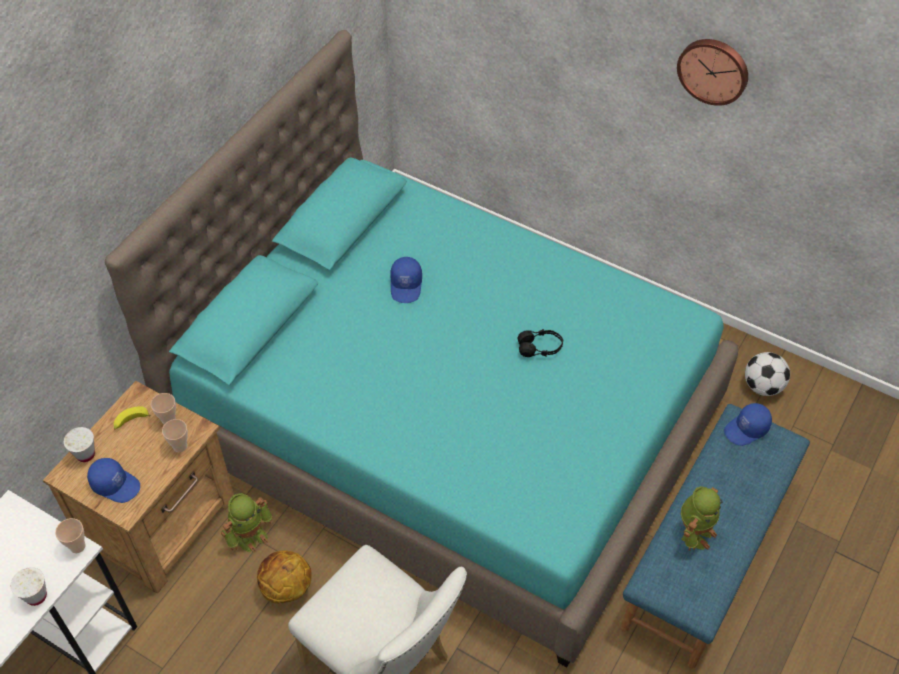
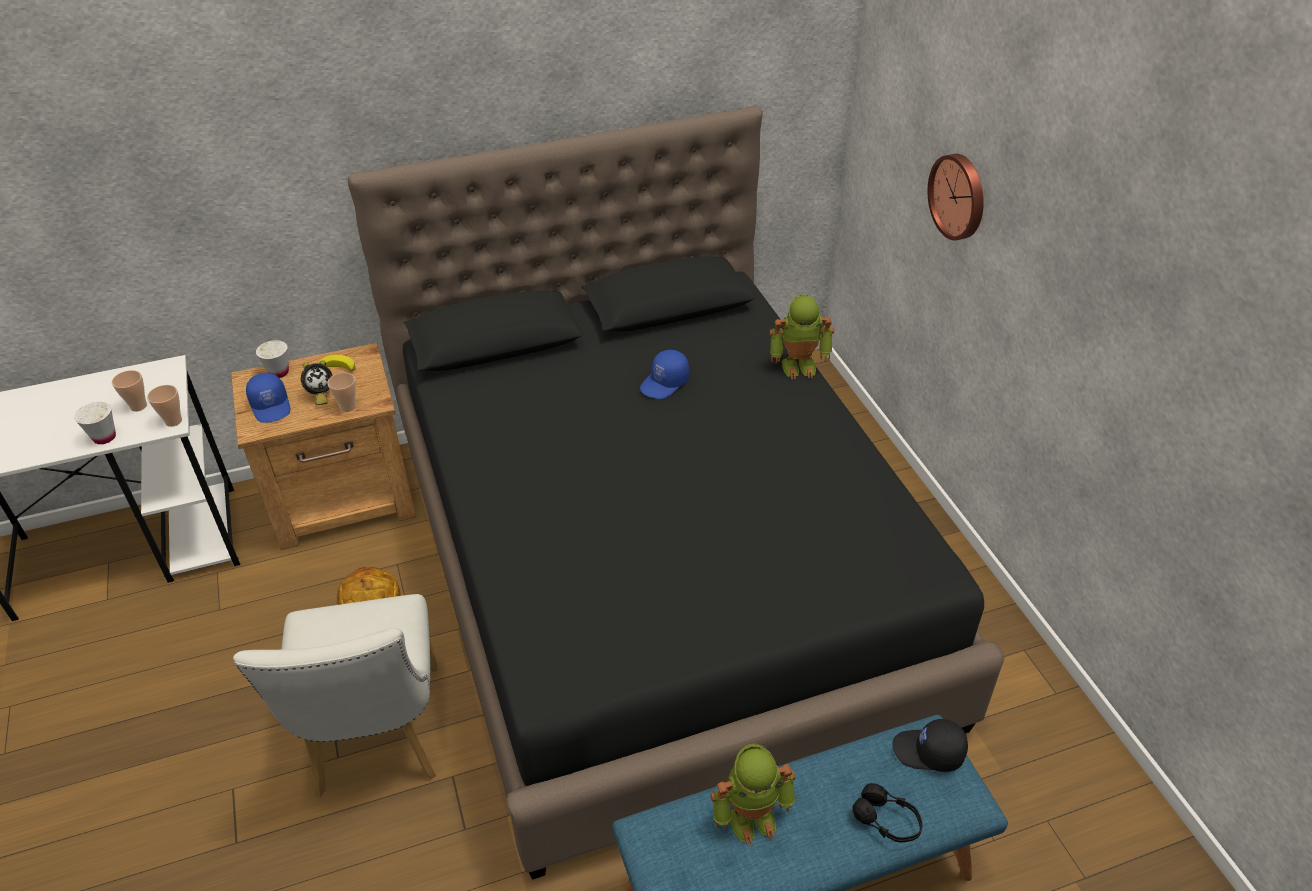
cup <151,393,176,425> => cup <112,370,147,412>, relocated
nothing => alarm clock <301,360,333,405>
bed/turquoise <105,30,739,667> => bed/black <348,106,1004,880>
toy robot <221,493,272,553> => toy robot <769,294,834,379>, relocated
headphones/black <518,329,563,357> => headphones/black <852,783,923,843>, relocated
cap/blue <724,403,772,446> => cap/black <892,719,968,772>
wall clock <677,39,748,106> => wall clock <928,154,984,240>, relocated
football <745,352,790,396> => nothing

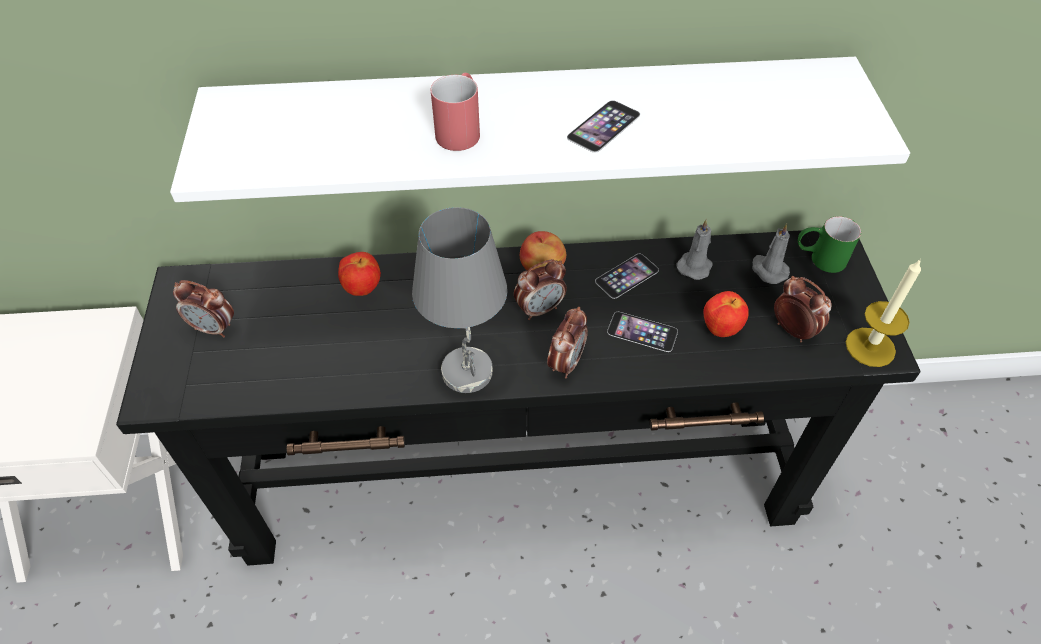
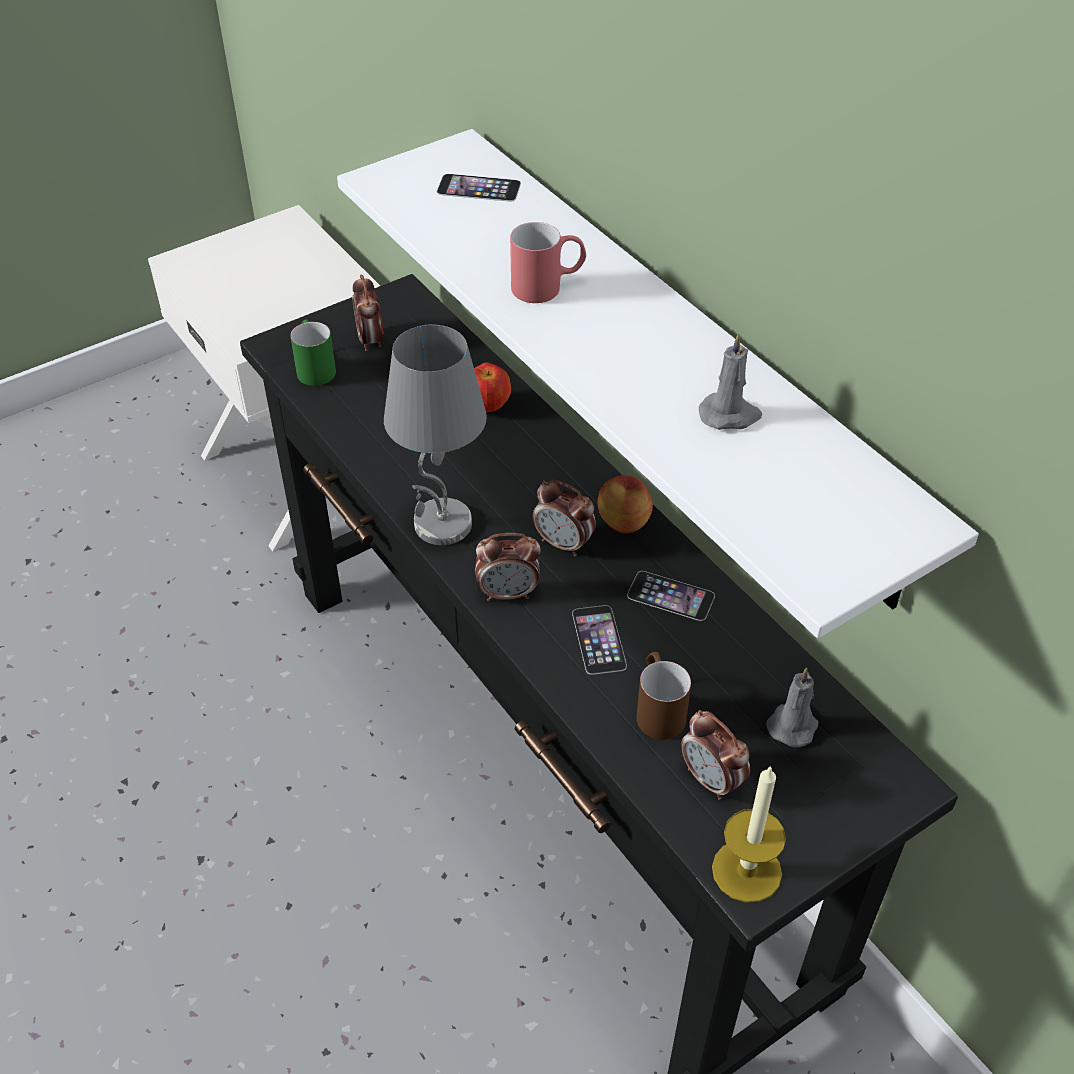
mug/green <798,216,861,273> => mug/green <290,320,336,386>, relocated
phone <567,100,640,152> => phone <436,174,521,202>, relocated
apple <703,291,749,337> => mug/brown <637,652,691,740>
alarm clock <774,276,832,342> => alarm clock <681,710,750,800>, 120 degrees clockwise
candle/grey <676,219,713,280> => candle/grey <699,333,762,430>, relocated

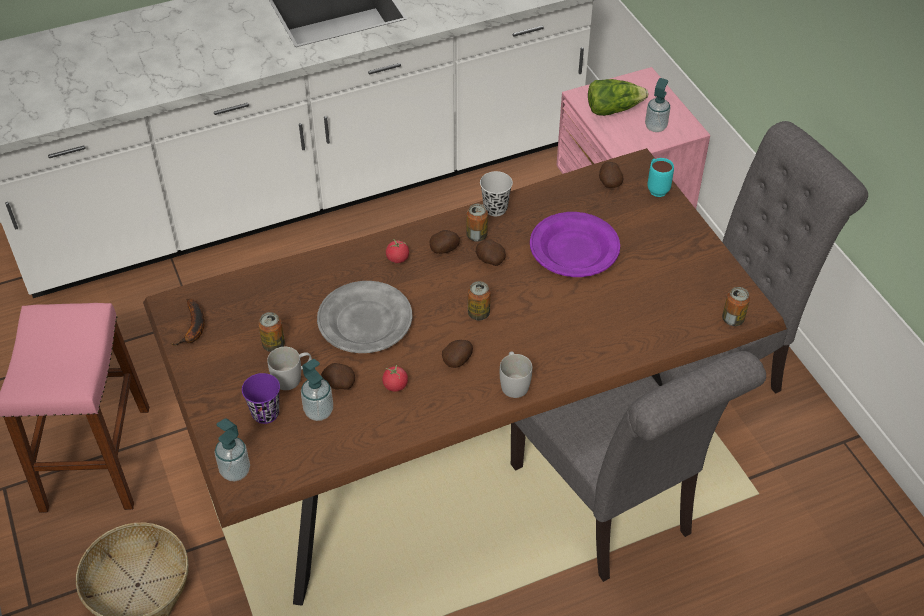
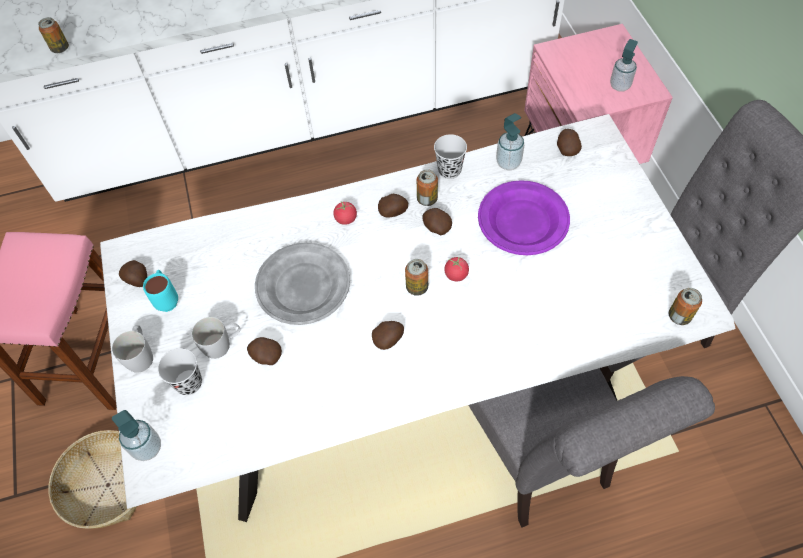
can <258,312,285,352> => can <38,17,69,53>, relocated
dining table/brown <143,148,787,606> => dining table/white <100,114,736,522>
mug/white <500,352,532,398> => mug/white <112,325,153,373>, relocated
banana <171,299,205,346> => potato <119,260,147,287>
mug/turquoise <647,158,674,197> => mug/turquoise <143,270,178,312>, relocated
cup/purple <242,373,280,424> => cup/black <158,348,202,395>
tomato <382,365,408,392> => tomato <444,257,469,281>, relocated
soap dispenser <301,359,333,421> => soap dispenser <496,113,524,170>, relocated
lettuce <588,79,648,116> => nothing

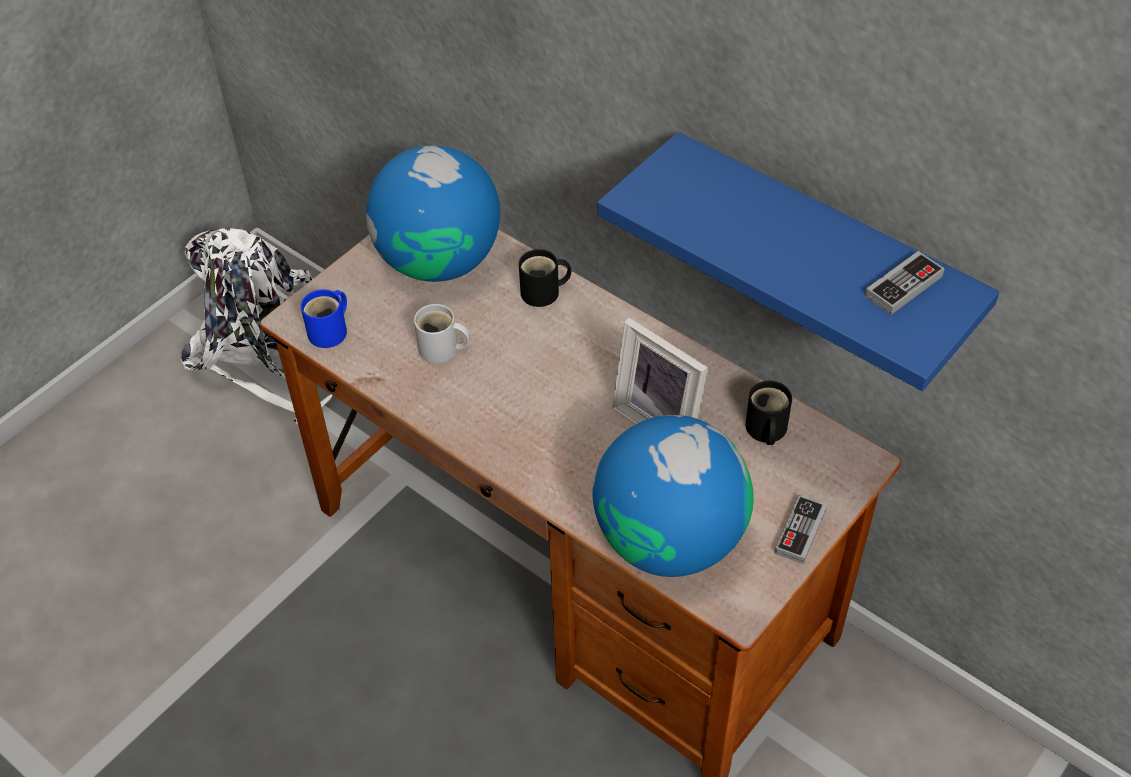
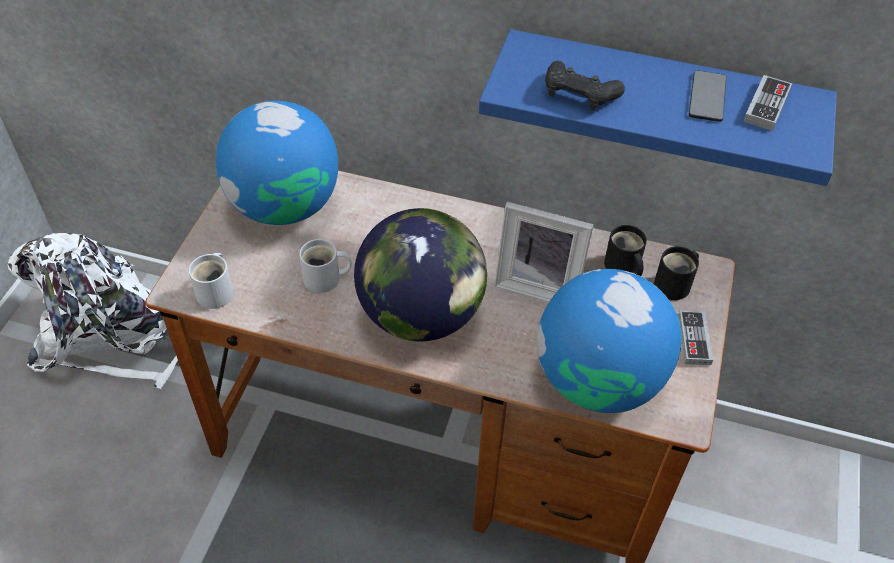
mug/blue <301,289,347,348> => mug/white <188,253,233,309>
nothing => globe <354,208,487,341>
nothing => game controller/black <545,61,625,110>
mug/black <519,249,571,307> => mug/black <654,246,699,300>, relocated
nothing => phone <689,70,727,122>

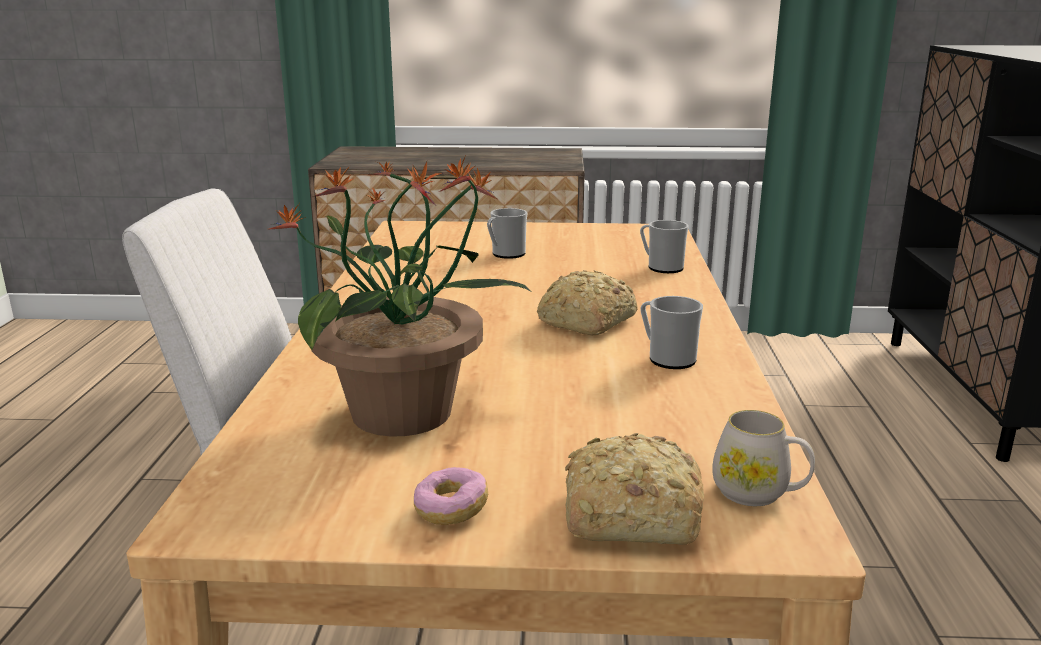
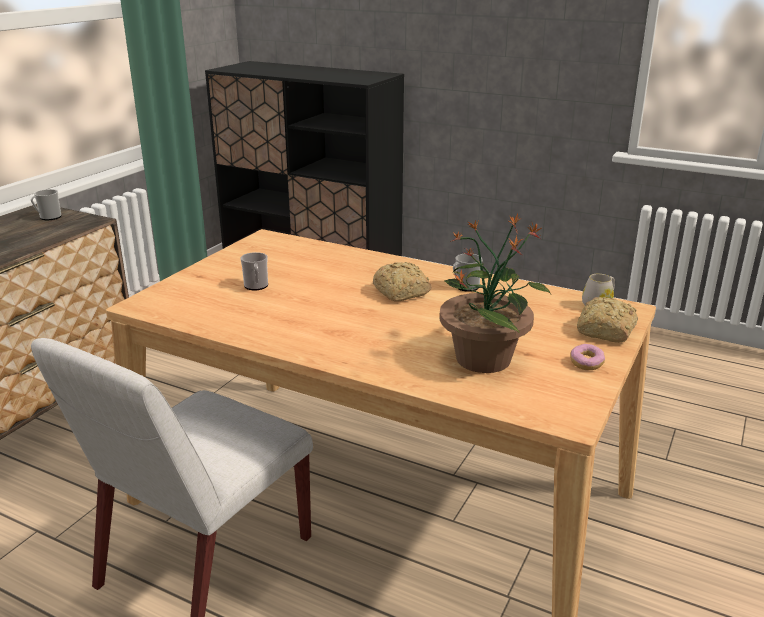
mug <640,220,689,273> => mug <31,189,62,220>, relocated

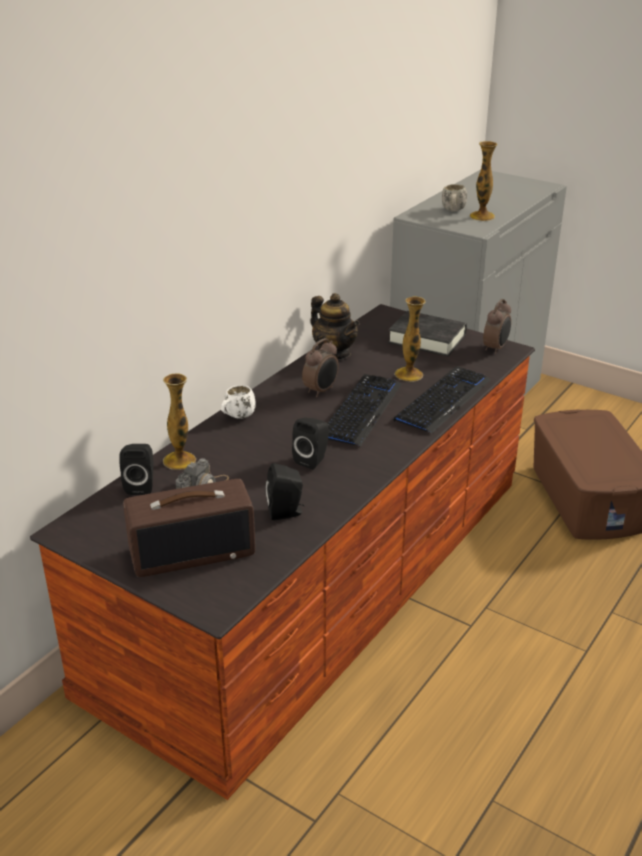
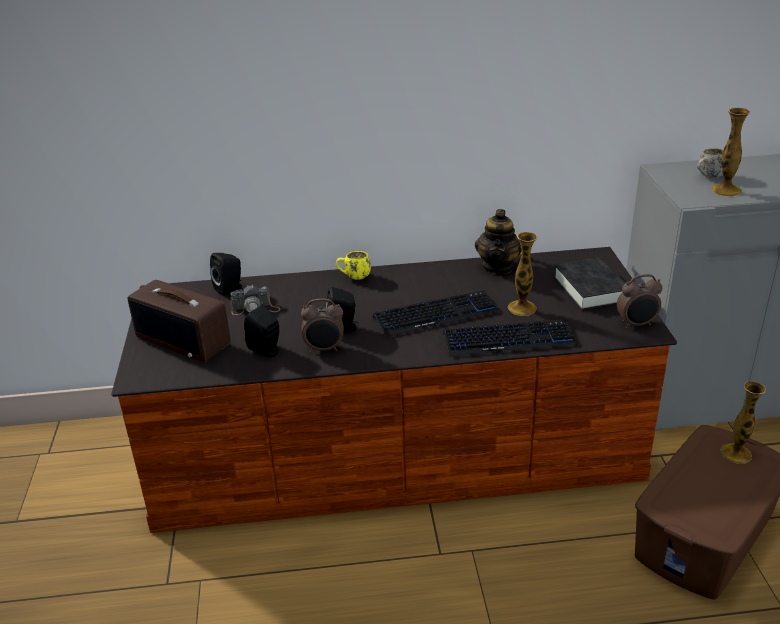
alarm clock <302,338,339,397> => alarm clock <301,299,344,353>, relocated
mug/white <221,385,256,419> => mug/yellow <336,251,371,280>
vase <163,373,196,470> => vase <721,381,766,464>, relocated

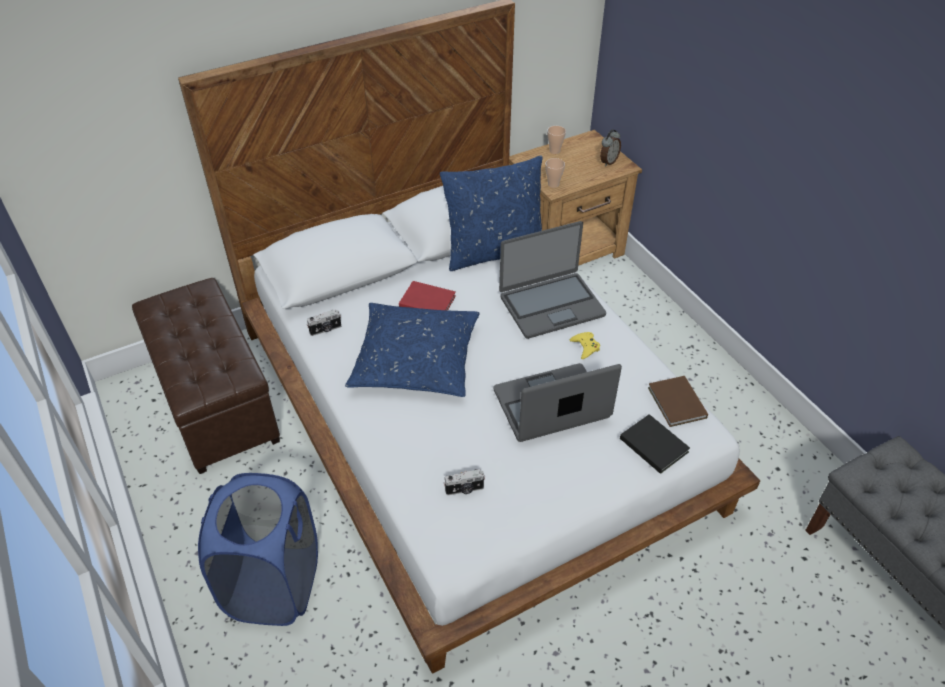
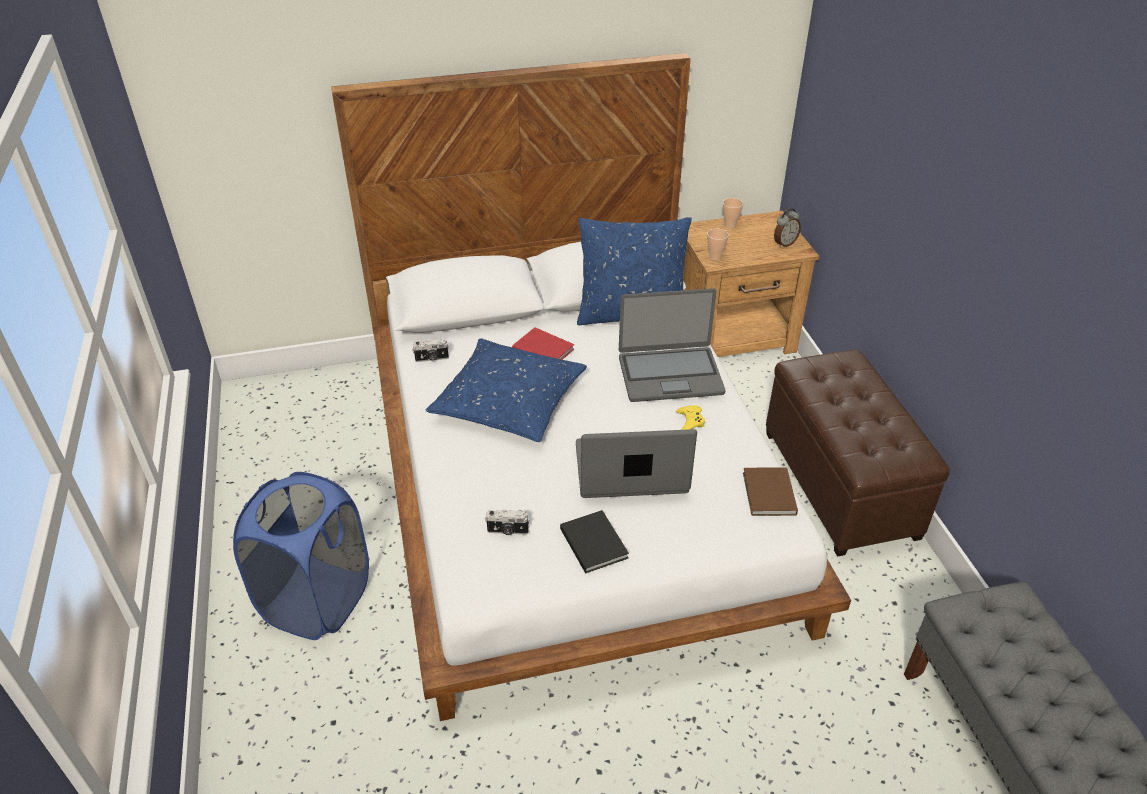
book/black <620,414,690,474> => book/black <560,510,629,574>, relocated
ottoman/brown <132,278,280,474> => ottoman/brown <766,350,950,557>, relocated

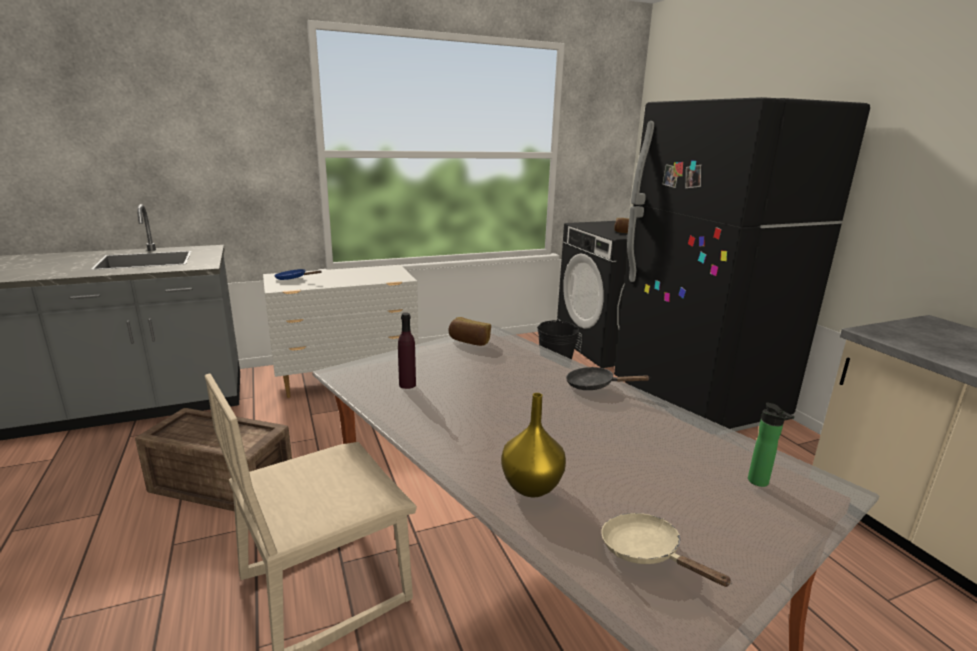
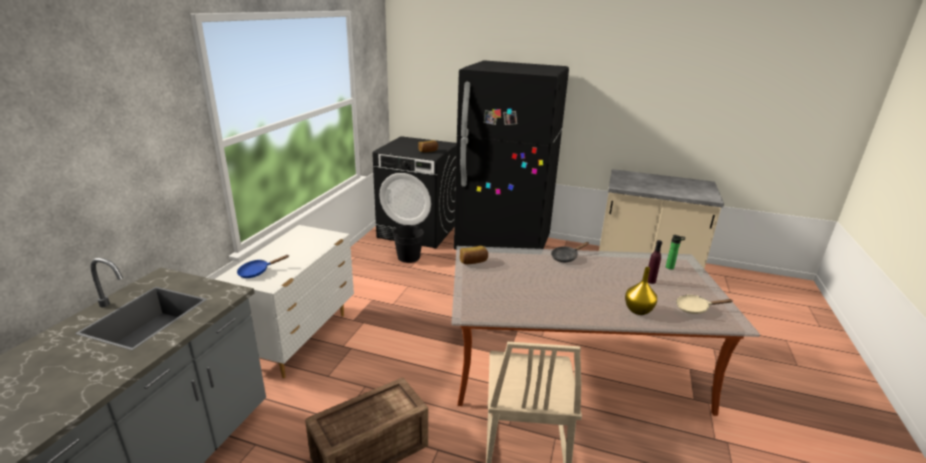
bottle/purple <398,313,416,389> => bottle/purple <648,240,662,284>, relocated

